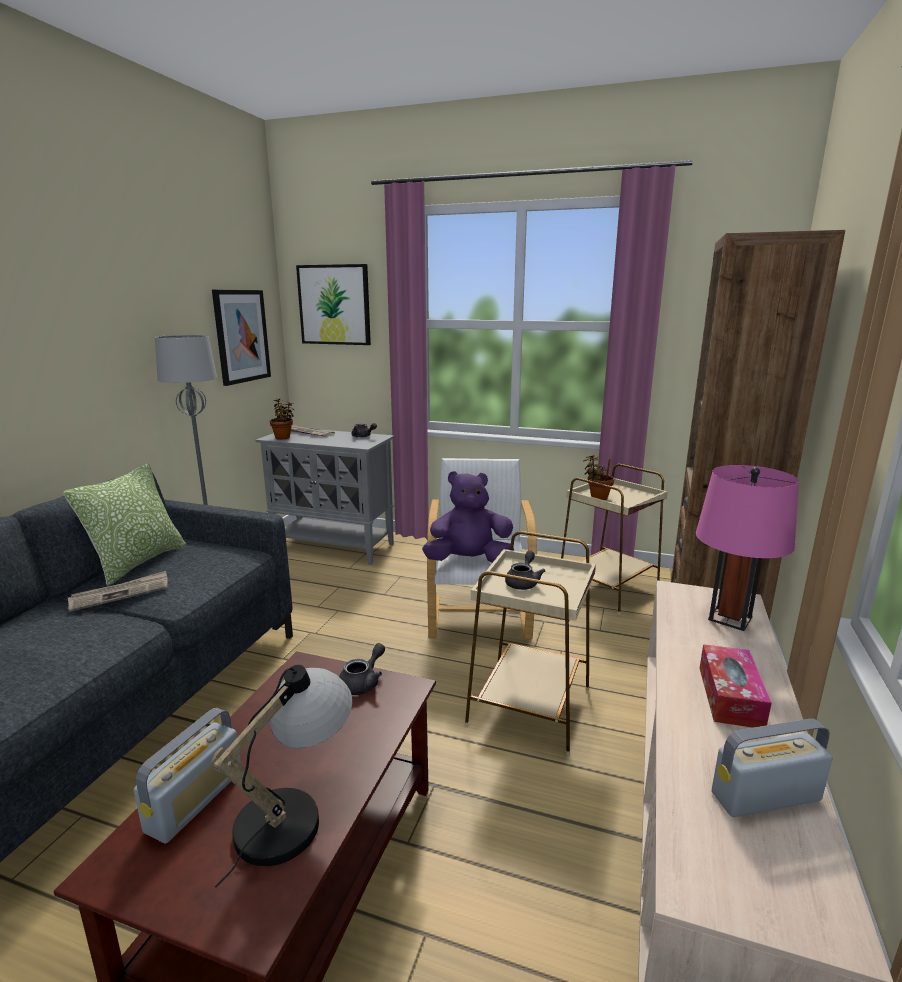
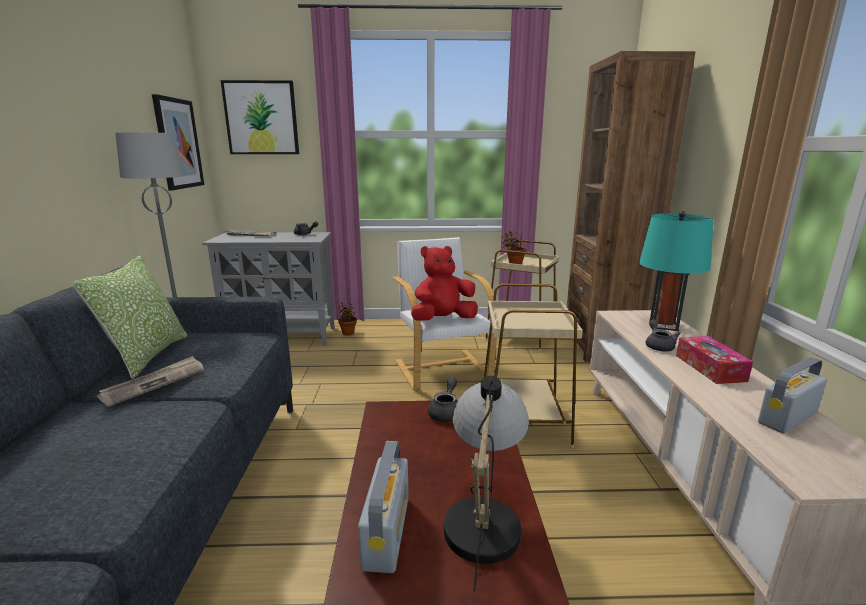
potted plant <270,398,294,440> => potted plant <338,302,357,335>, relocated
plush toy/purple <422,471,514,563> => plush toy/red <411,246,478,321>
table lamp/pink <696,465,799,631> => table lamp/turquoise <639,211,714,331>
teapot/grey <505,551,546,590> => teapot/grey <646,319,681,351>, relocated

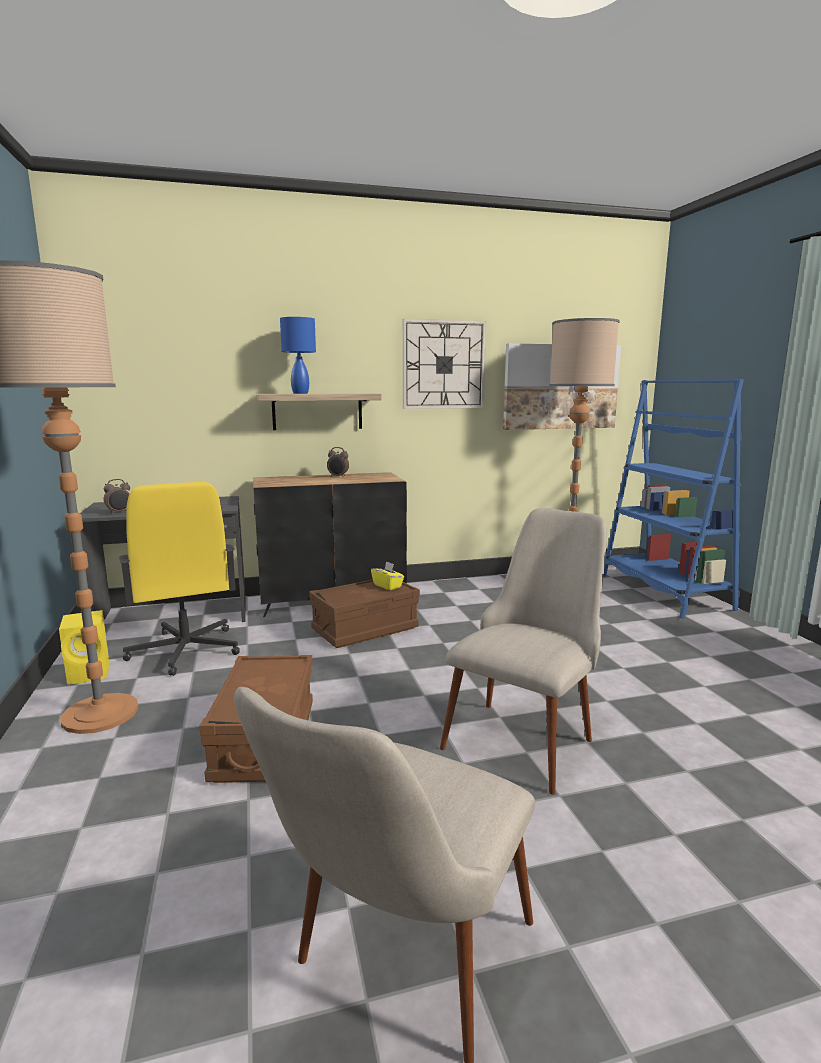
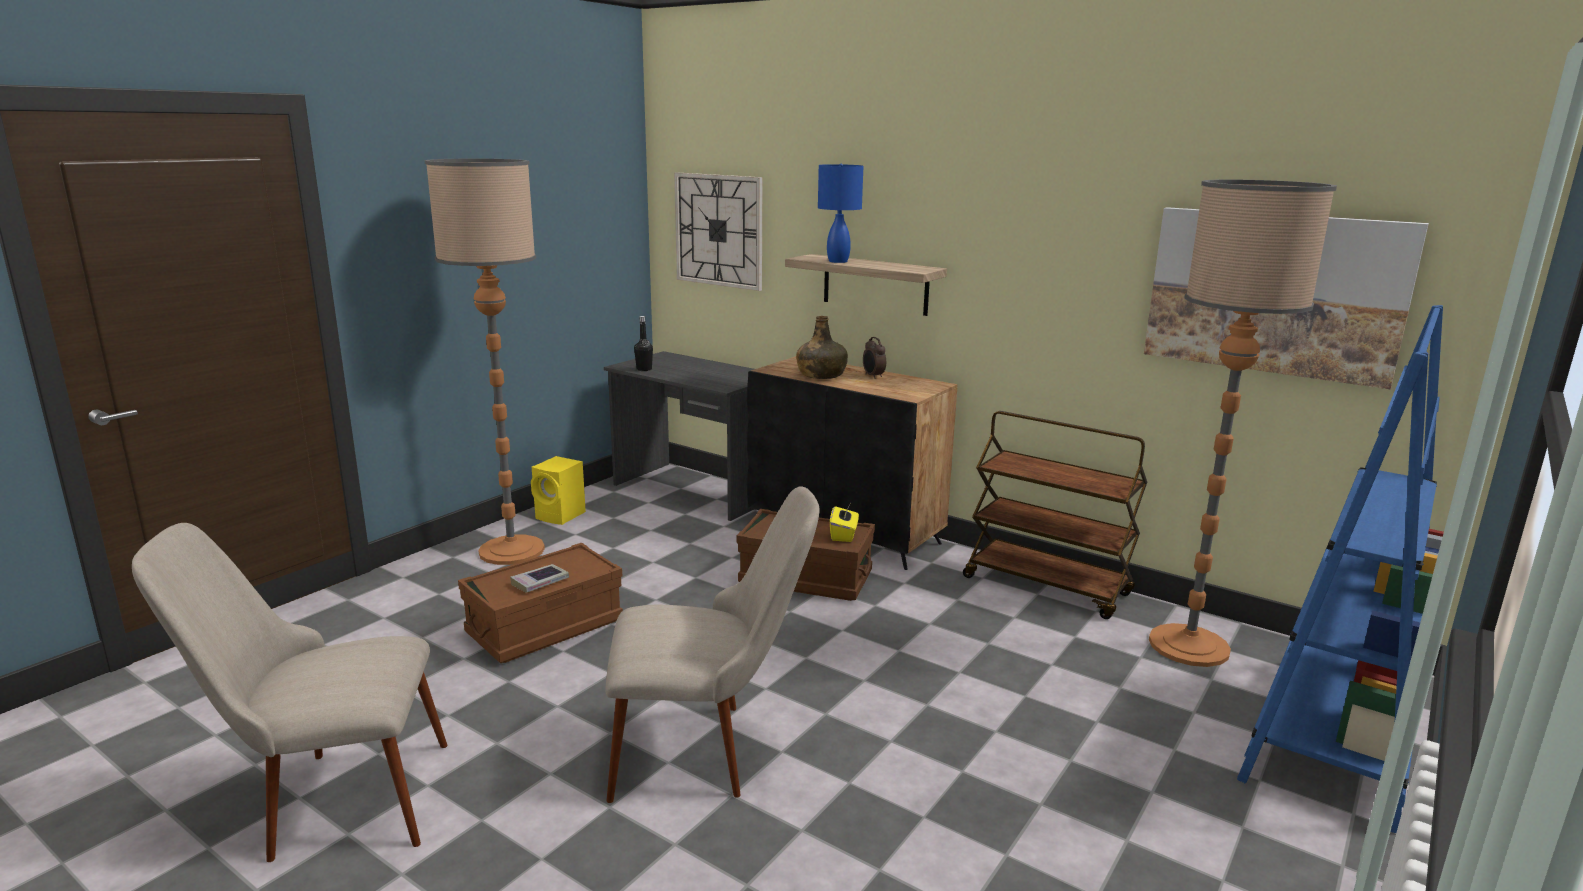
nothing => book <510,564,569,593>
alarm clock <104,479,130,514> => bottle/black <634,316,653,371>
wall clock <403,319,486,409> => wall clock <674,172,763,291>, relocated
nothing => bottle/green <796,316,848,379>
nothing => cart/brown <963,411,1147,619>
office chair/yellow <119,482,240,676> => nothing

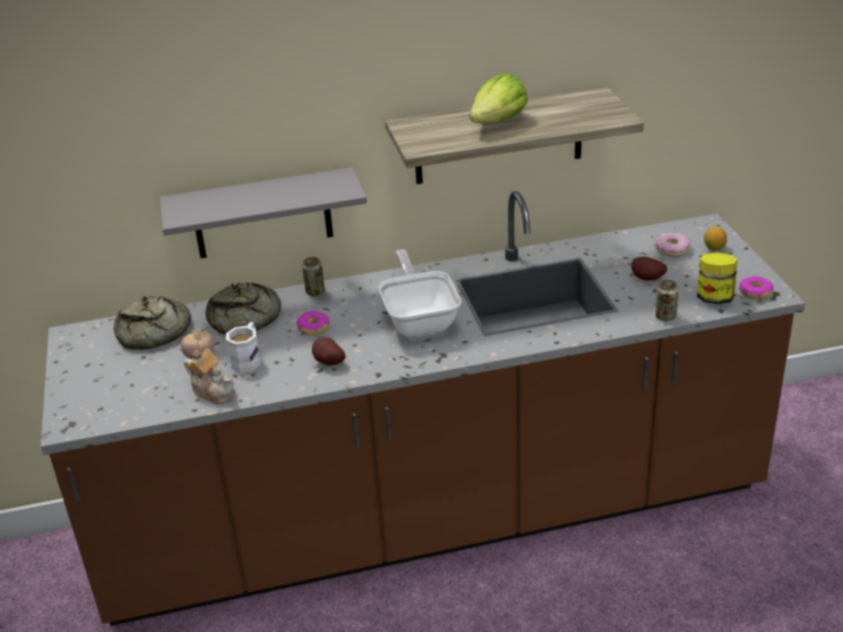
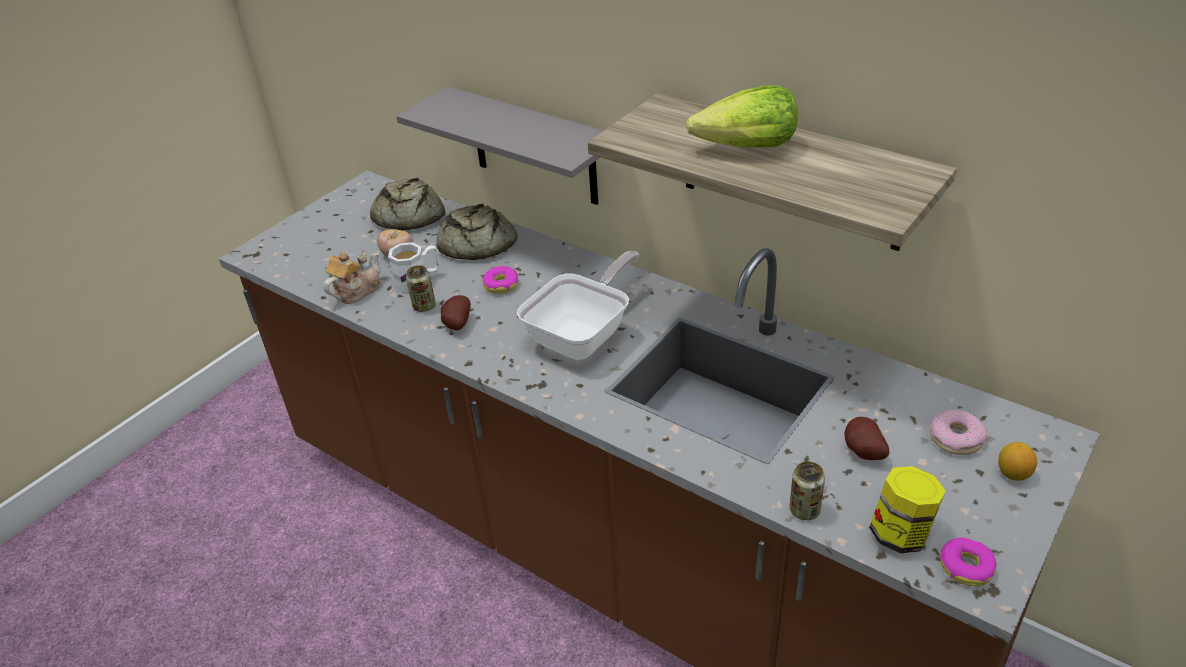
teapot <184,349,235,404> => teapot <323,251,382,304>, 135 degrees counterclockwise
can <302,257,325,296> => can <406,265,436,312>, relocated

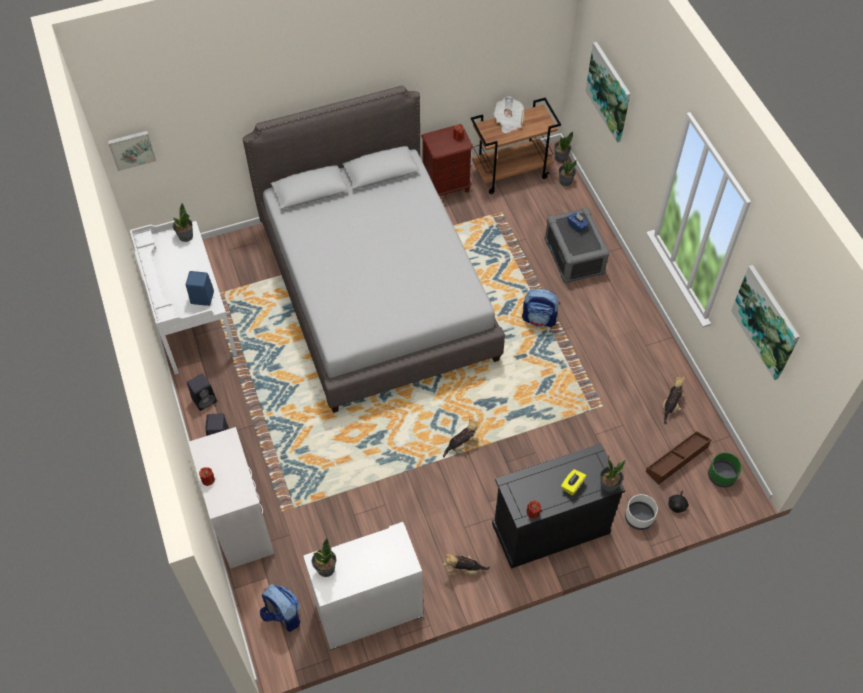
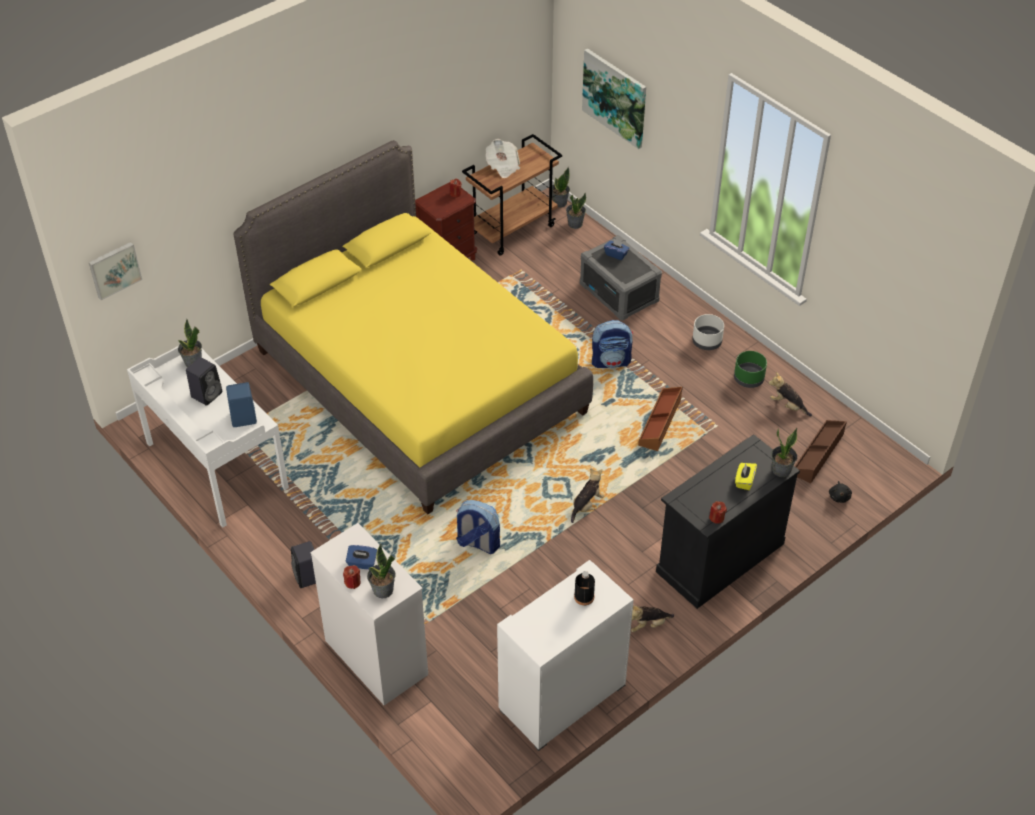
speaker/black <187,374,217,411> => speaker/black <186,357,222,406>, relocated
bed/grey <243,86,505,413> => bed/yellow <233,140,593,514>
nothing => tissue box/blue <346,545,377,570>
potted plant <312,538,337,577> => potted plant <367,543,395,598>, relocated
backpack <260,584,300,632> => backpack <456,500,500,554>, relocated
nothing => bottle/black <574,571,595,605>
nothing => storage box/brown <638,387,683,451>
planter/white <625,494,658,530> => planter/white <692,314,724,350>, relocated
planter/green <708,453,742,488> => planter/green <734,351,767,388>, relocated
plush toy <662,376,685,424> => plush toy <768,372,812,416>, 60 degrees counterclockwise
picture <731,265,800,380> => nothing

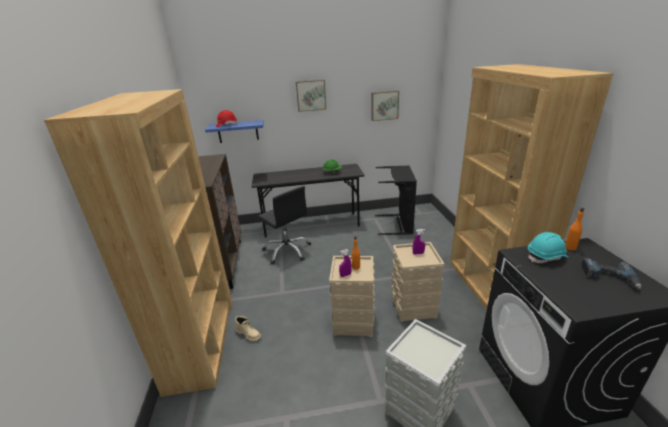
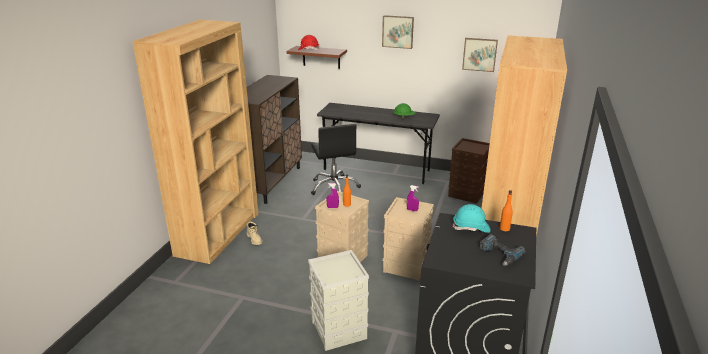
shelf/blue <205,120,264,143> => shelf/brown <286,46,347,69>
laundry basket/black <375,165,417,235> => storage box/brown <448,138,490,204>

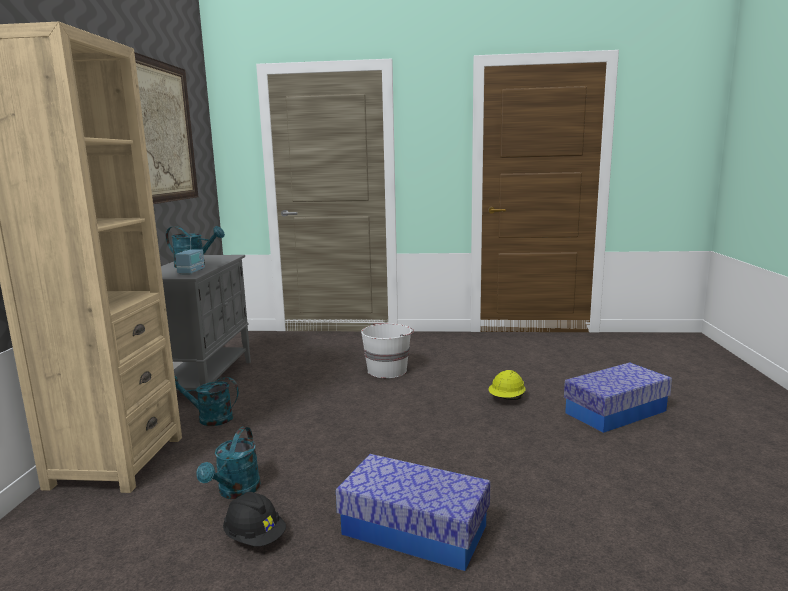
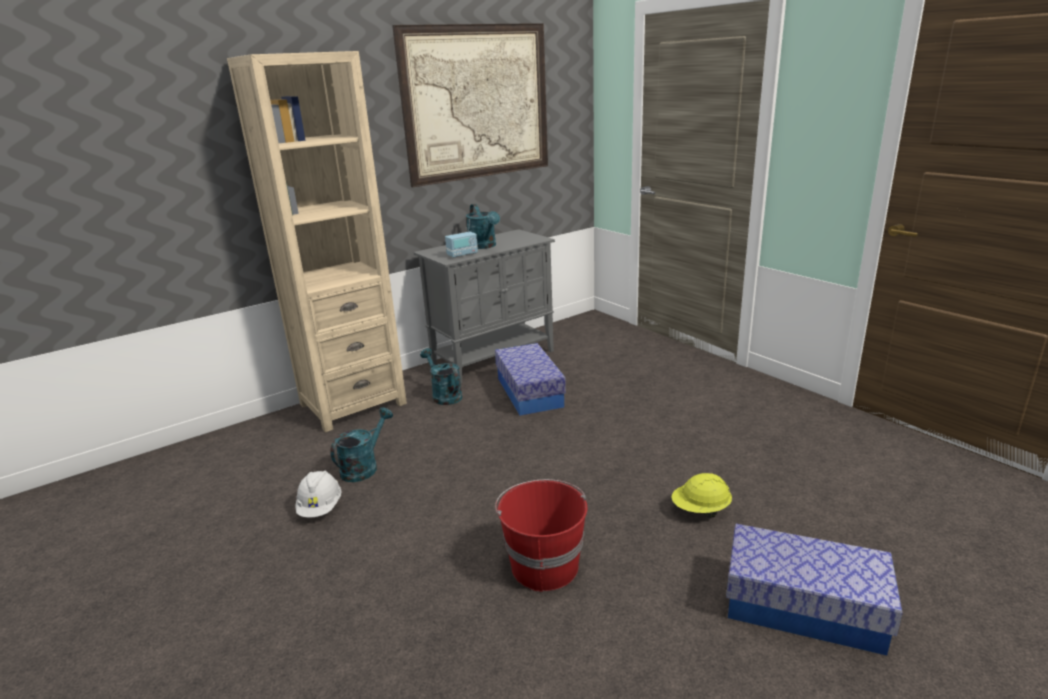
hard hat/black <223,492,286,547> => hard hat/white <295,471,342,518>
watering can/turquoise <196,427,260,499> => watering can/turquoise <330,407,393,482>, 150 degrees clockwise
storage box <336,454,490,571> => storage box <495,343,566,416>, relocated
nothing => bucket/red <495,479,587,592>
bucket/white <361,323,414,378> => nothing

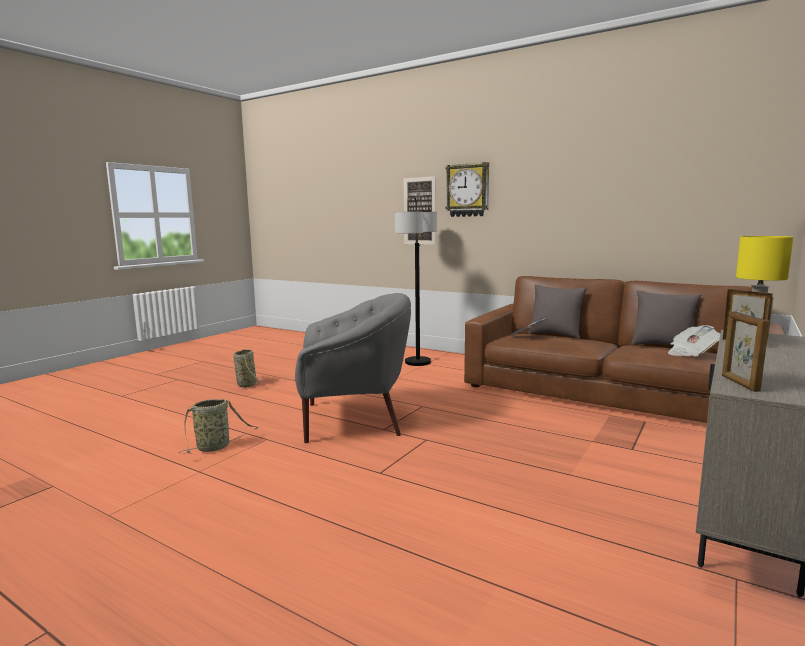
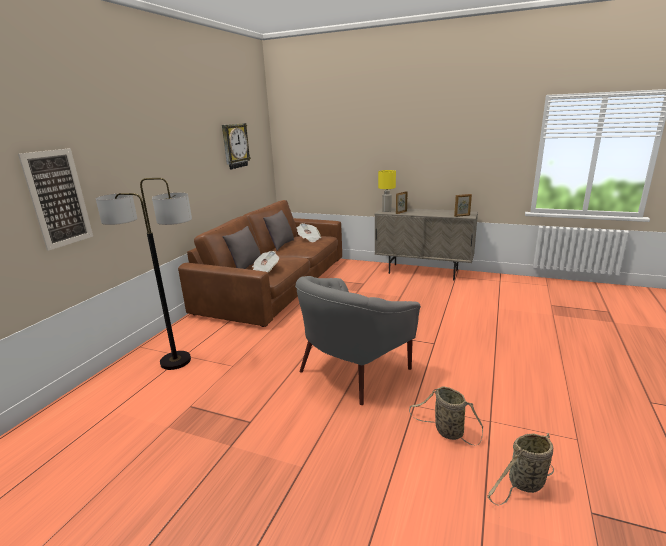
wall clock <445,162,489,217> => wall clock <222,123,251,169>, relocated
armchair/grey <295,293,411,443> => armchair/grey <295,276,421,405>, 120 degrees counterclockwise
basket <233,349,261,390> => basket <487,433,554,506>, relocated

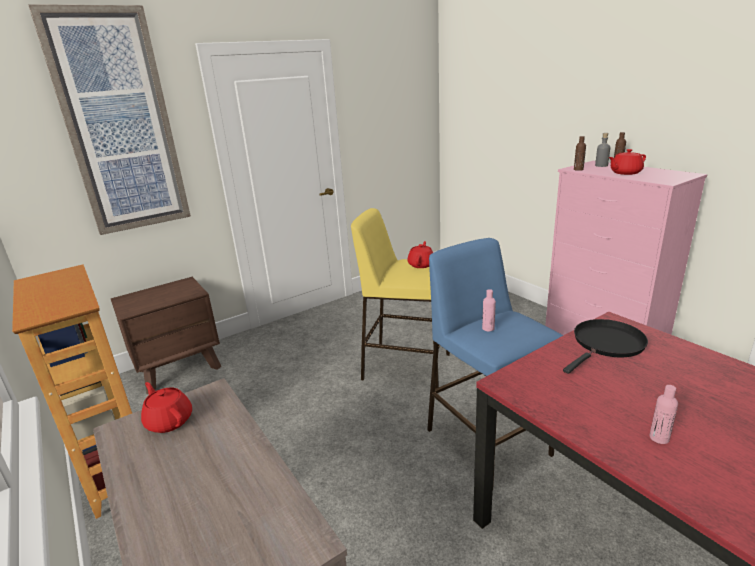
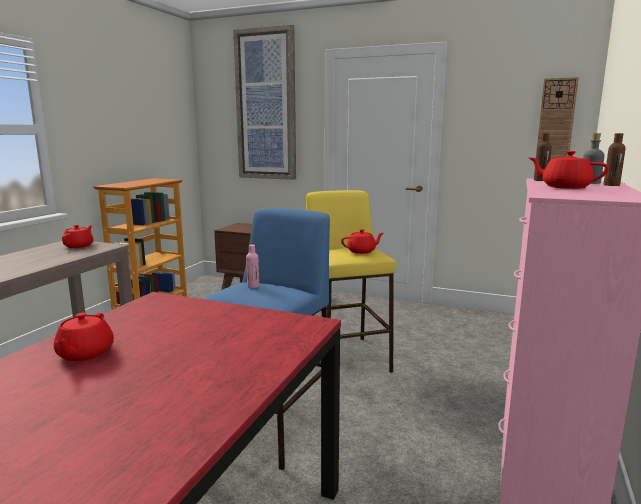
bottle/pink <649,385,678,444> => teapot/red <54,313,114,361>
nothing => wall clock <536,77,579,160>
frying pan/black <563,319,648,374> => nothing

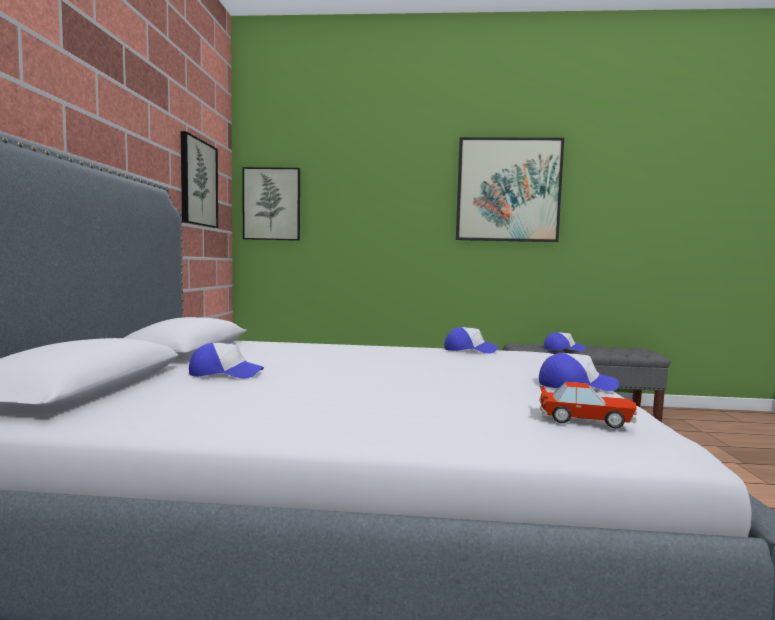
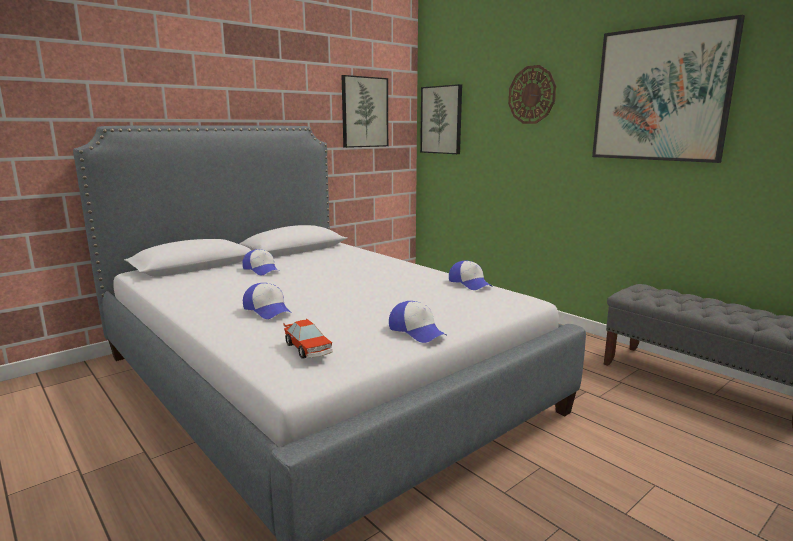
cap <544,332,585,351> => cap <243,283,290,319>, relocated
nothing => wall clock <508,65,556,124>

